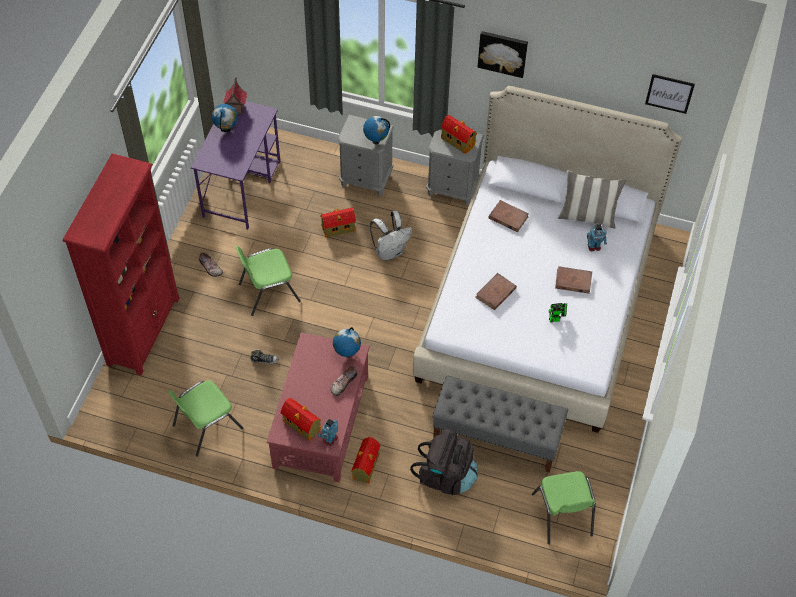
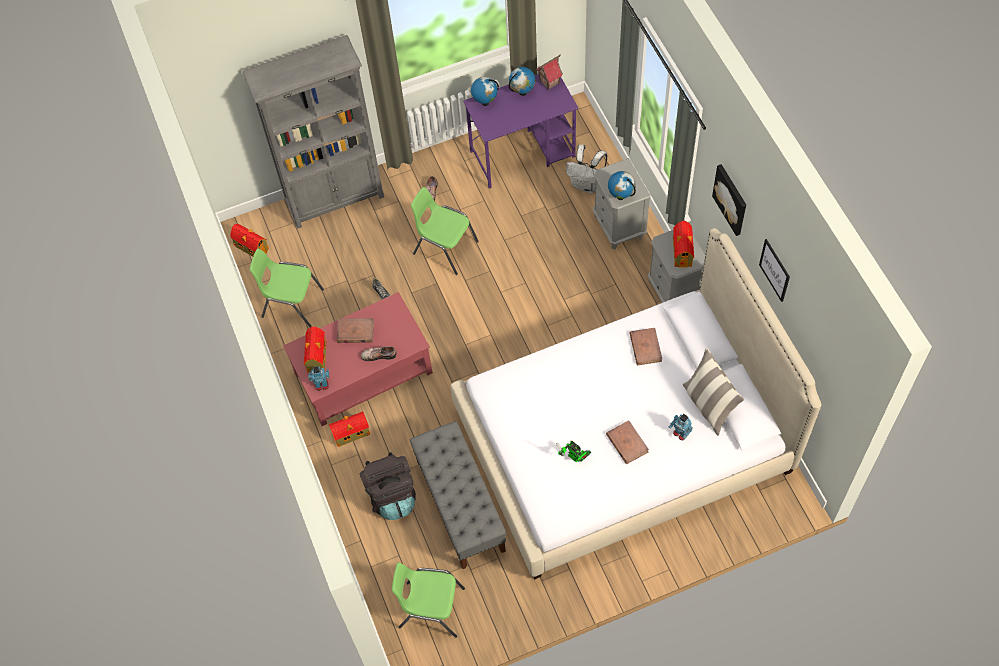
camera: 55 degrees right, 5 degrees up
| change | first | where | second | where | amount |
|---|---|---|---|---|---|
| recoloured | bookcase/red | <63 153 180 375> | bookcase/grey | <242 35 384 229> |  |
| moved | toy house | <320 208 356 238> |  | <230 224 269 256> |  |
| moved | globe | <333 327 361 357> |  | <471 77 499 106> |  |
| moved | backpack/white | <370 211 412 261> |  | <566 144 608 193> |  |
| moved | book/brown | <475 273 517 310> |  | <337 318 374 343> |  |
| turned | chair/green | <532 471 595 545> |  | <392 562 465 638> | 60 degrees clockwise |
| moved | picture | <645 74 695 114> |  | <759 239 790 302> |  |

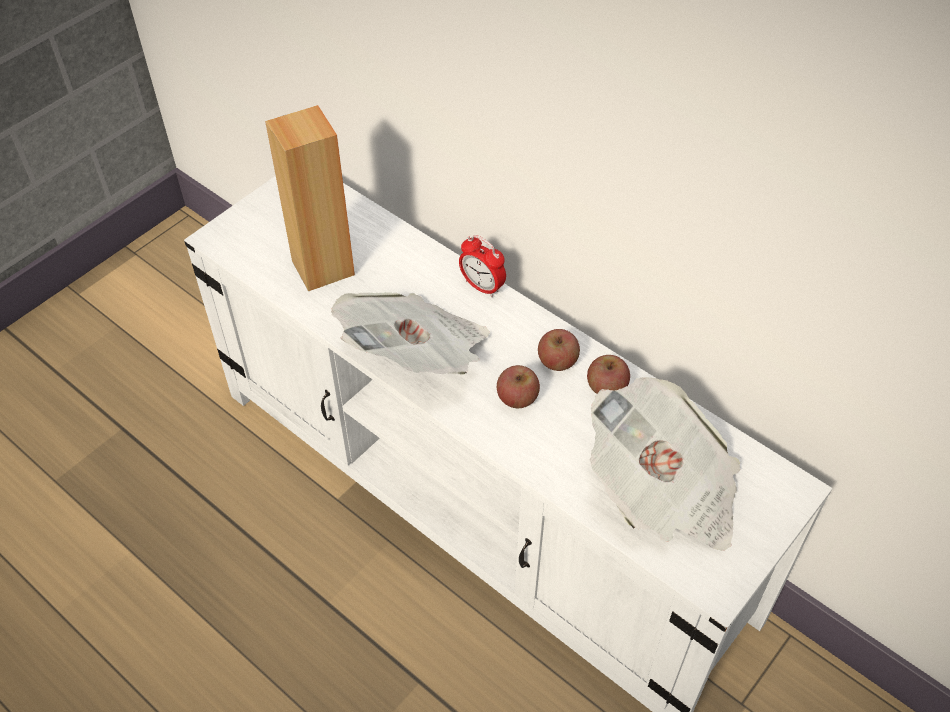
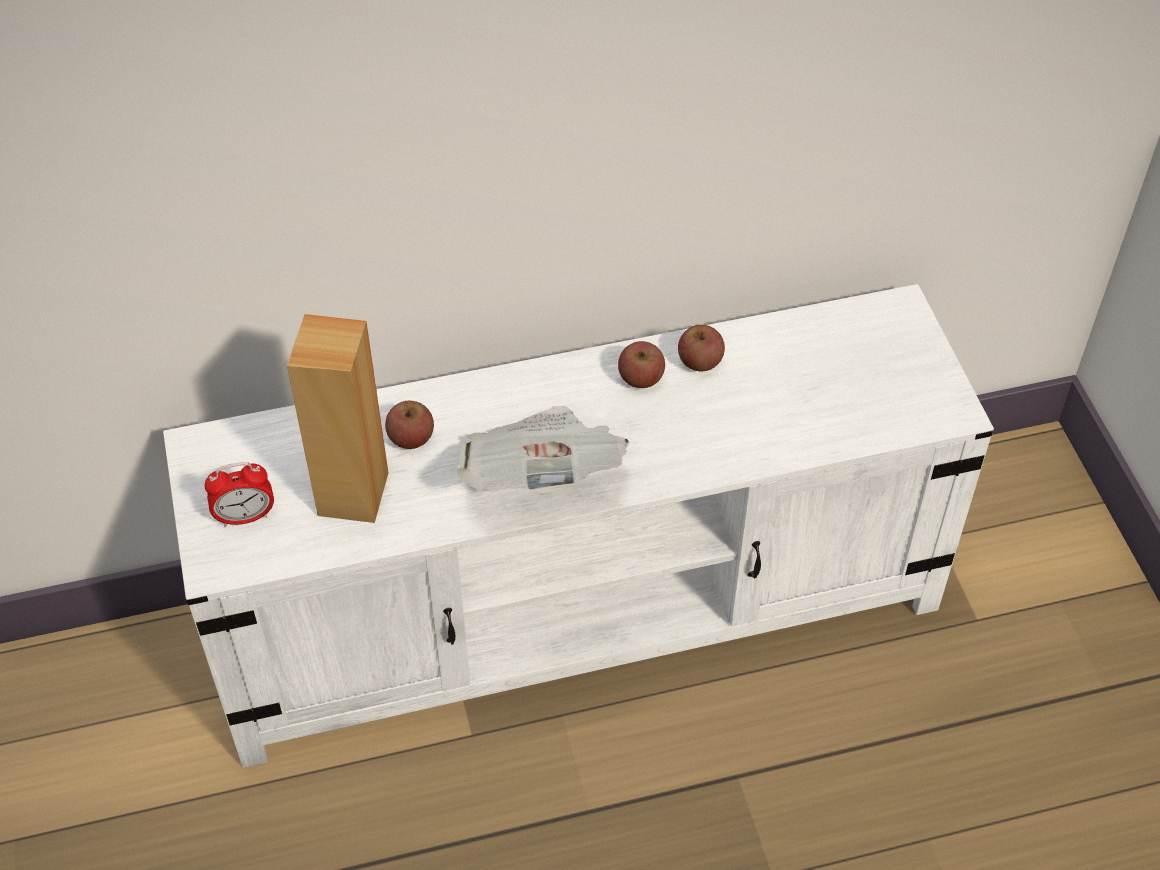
camera: 55 degrees left, 0 degrees up
| change | first | where | second | where | amount |
|---|---|---|---|---|---|
| moved | alarm clock | <459 235 506 297> |  | <204 462 274 527> |  |
| moved | apple | <497 365 540 408> |  | <385 401 434 449> |  |
| removed | newspaper | <590 377 740 551> |  |  |  |

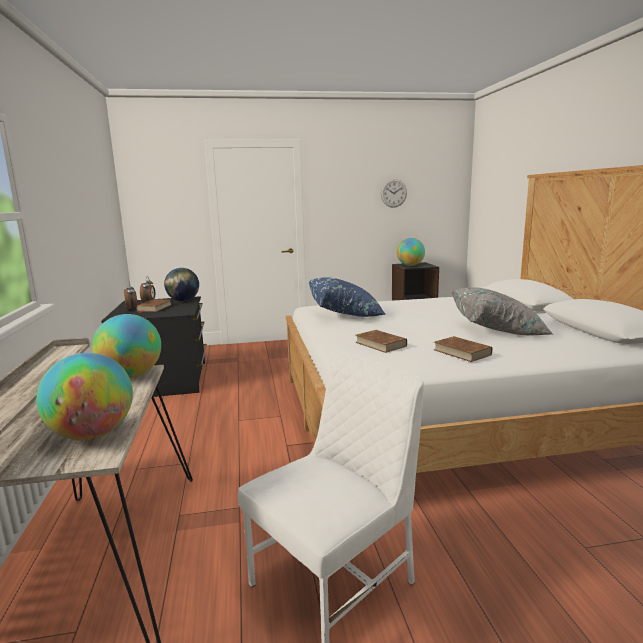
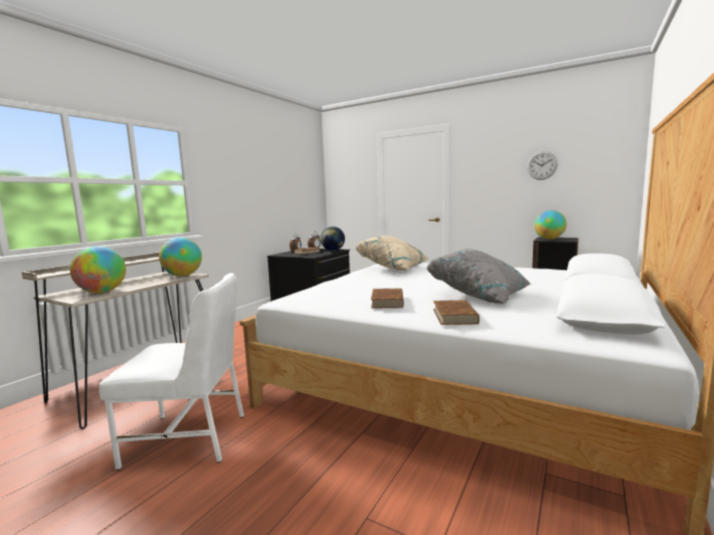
camera: 40 degrees right, 5 degrees down
| change | first | where | second | where | amount |
|---|---|---|---|---|---|
| recoloured | pillow/blue | <309 277 386 317> | pillow/beige | <355 235 428 271> |  |
| moved | book/brown | <355 330 407 353> |  | <433 300 480 325> |  |

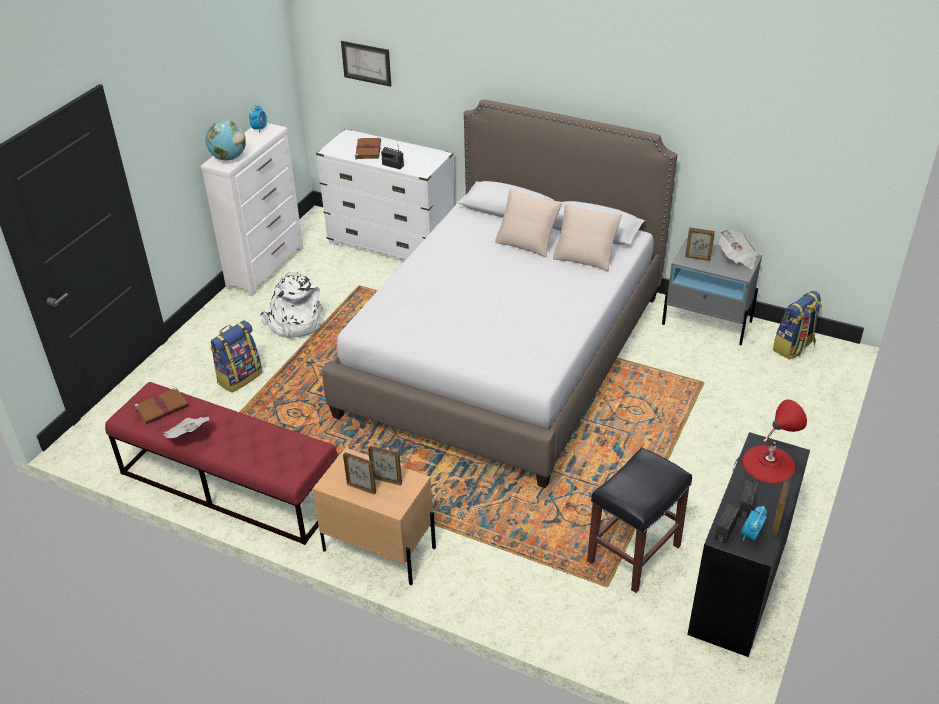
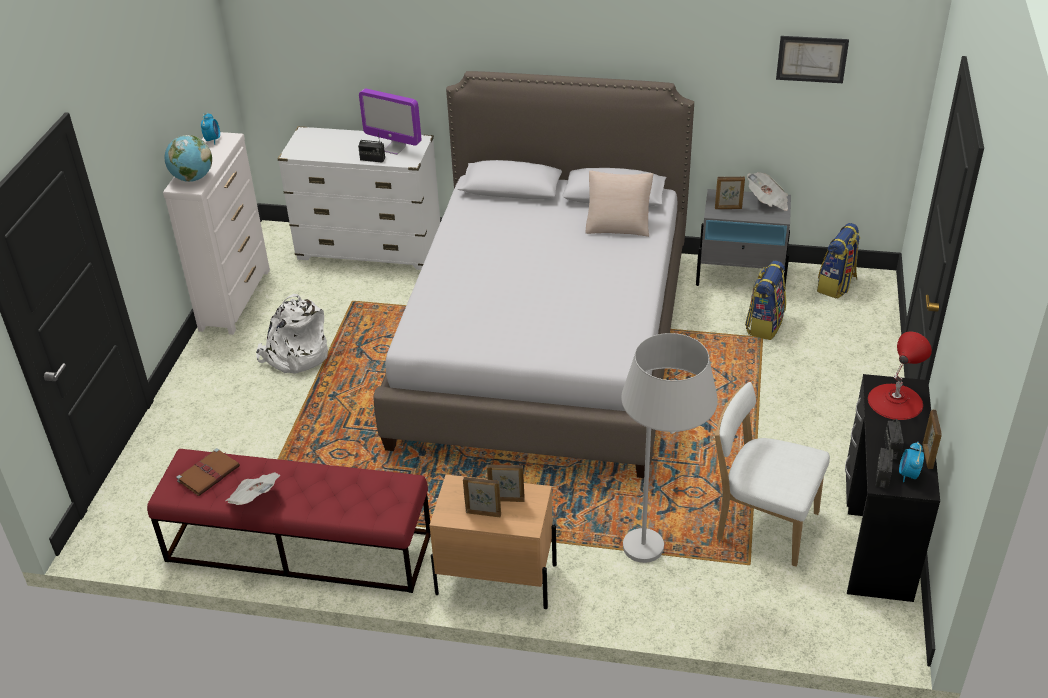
camera: 15 degrees left, 0 degrees up
| change | first | where | second | where | amount |
|---|---|---|---|---|---|
| moved | backpack | <210 320 262 393> |  | <745 261 786 340> |  |
| moved | picture | <341 41 391 87> |  | <776 36 849 83> |  |
| removed | book/brown | <355 138 381 159> |  |  |  |
| removed | pillow/beige | <495 189 562 257> |  |  |  |
| replaced | stool/black | <587 447 692 593> | chair/white | <715 382 830 567> |  |
| added |  |  | monitor | <359 88 421 155> |  |
| added |  |  | floor lamp/white | <621 333 718 563> |  |

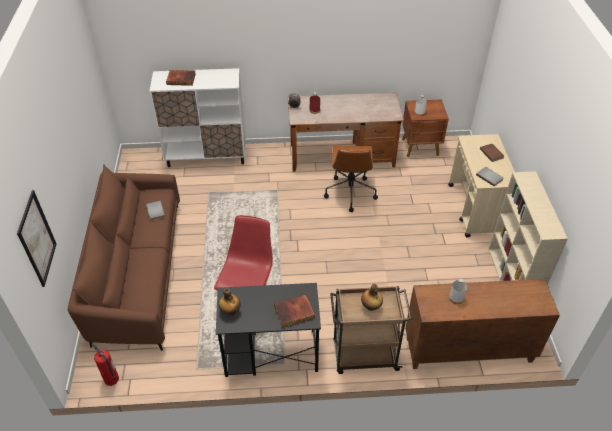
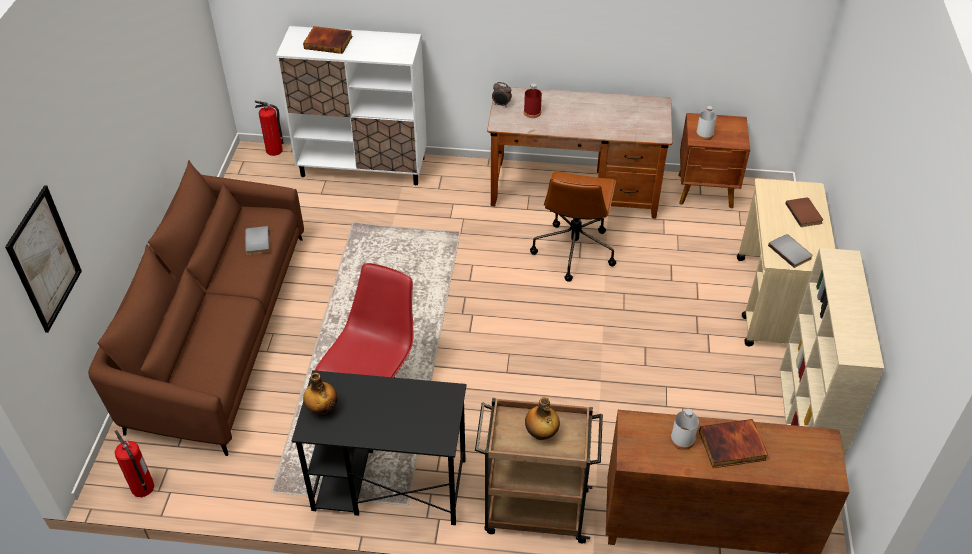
camera: 10 degrees right, 0 degrees up
| change | first | where | second | where | amount |
|---|---|---|---|---|---|
| moved | book | <274 294 315 328> |  | <699 419 768 468> |  |
| added |  |  | fire extinguisher | <255 101 284 156> |  |

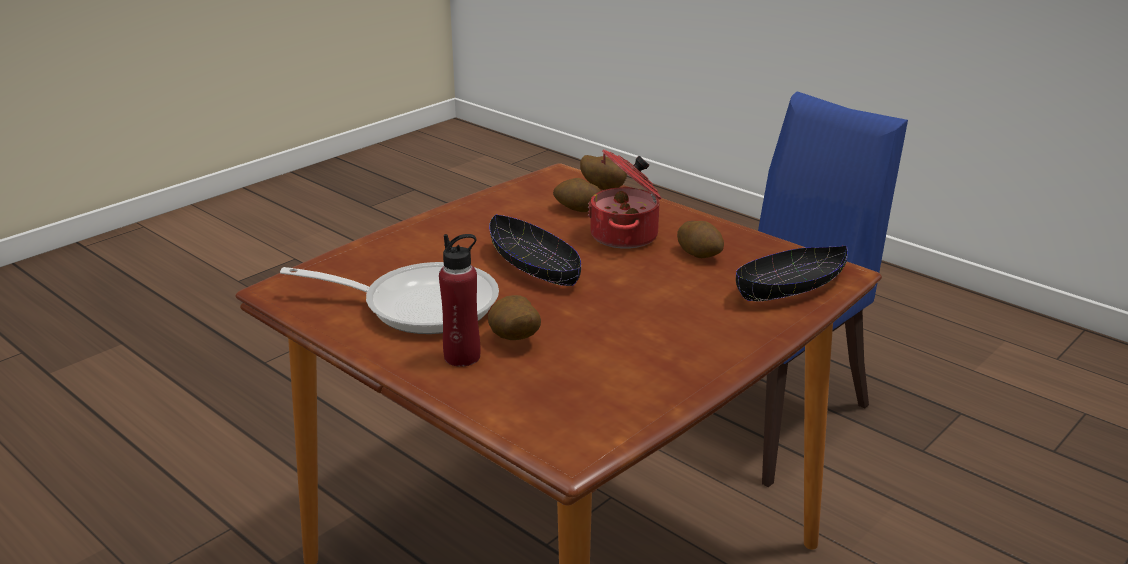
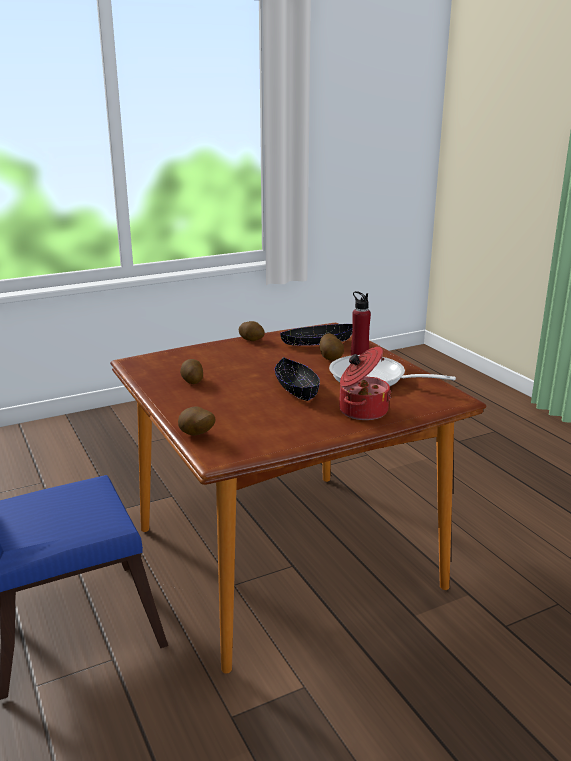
camera: 160 degrees left, 5 degrees down
| change | first | where | second | where | amount |
|---|---|---|---|---|---|
| moved | potato | <553 178 601 212> |  | <239 321 265 341> |  |
| moved | cooking pot | <588 149 662 249> |  | <339 347 391 420> |  |
| moved | bowl/black | <736 245 848 301> |  | <280 324 353 346> |  |

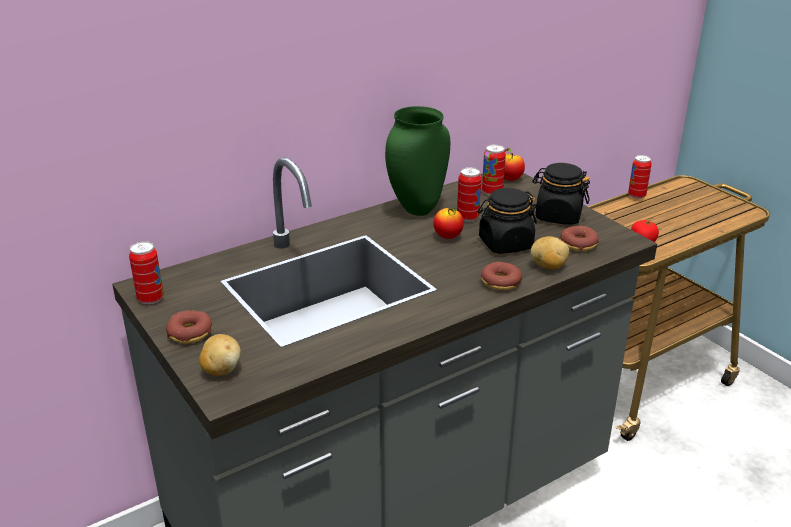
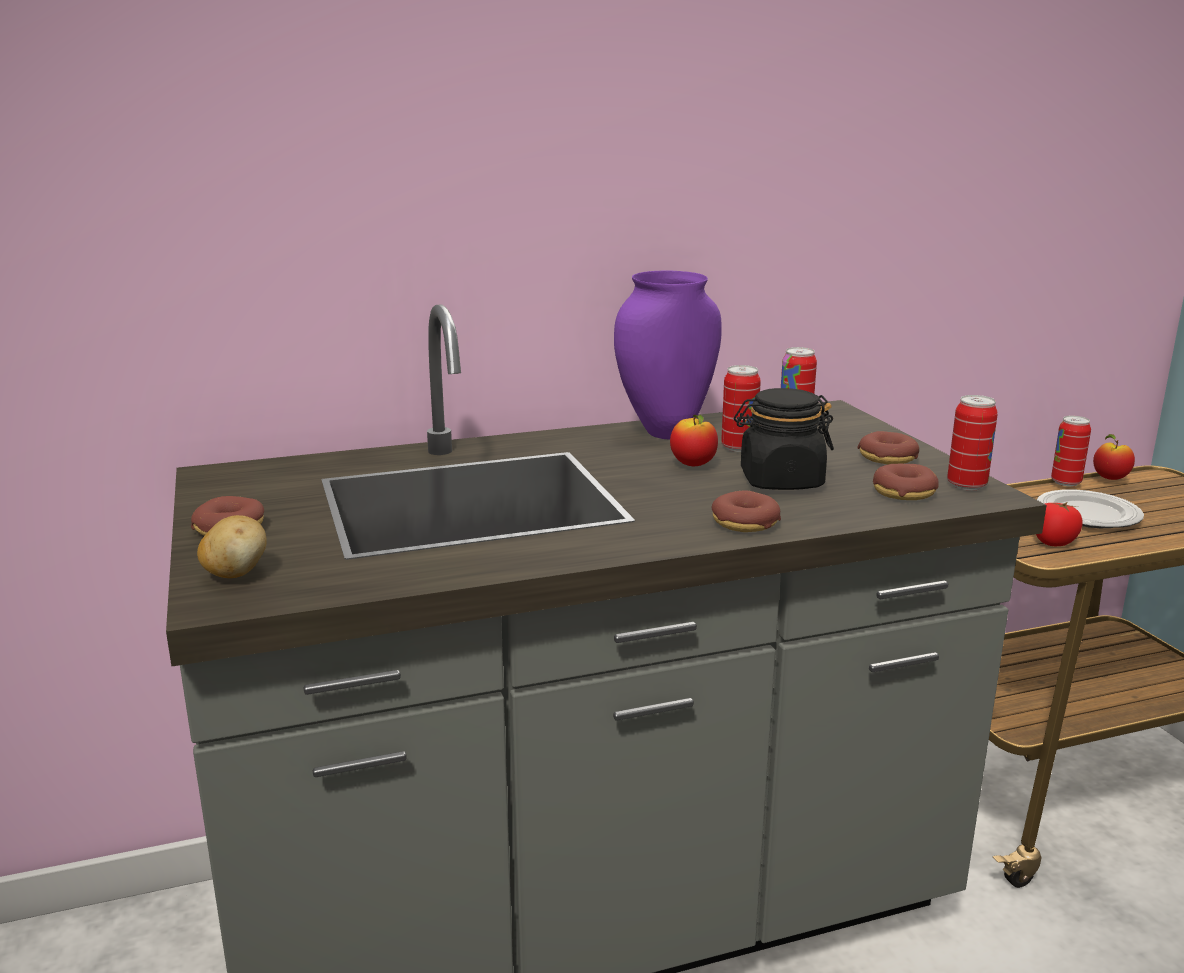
camera: 15 degrees right, 10 degrees down
| change | first | where | second | where | amount |
|---|---|---|---|---|---|
| moved | can | <129 241 164 304> |  | <947 395 998 491> |  |
| recoloured | vase/green | <385 106 450 216> | vase/purple | <614 271 722 440> |  |
| moved | apple | <504 148 525 181> |  | <1093 434 1135 480> |  |
| removed | potato | <531 236 569 269> |  |  |  |
| replaced | jar/black | <533 163 590 225> | donut | <857 431 919 465> |  |
| added |  |  | plate | <1037 489 1144 528> |  |

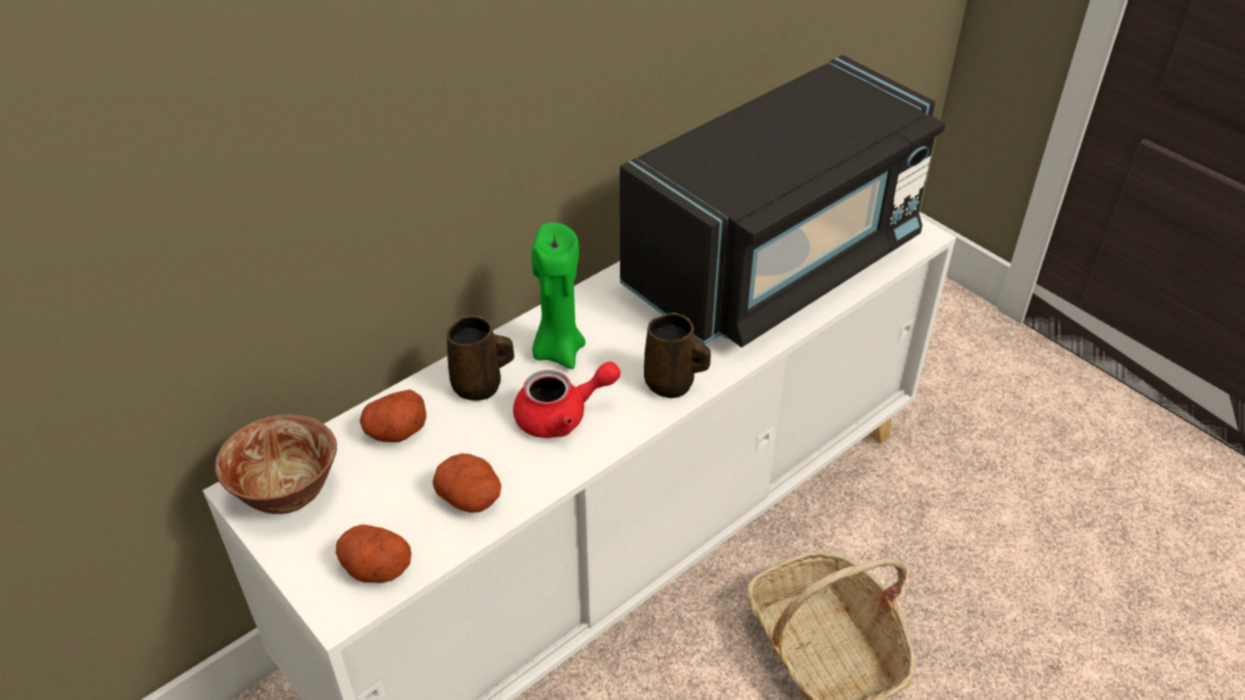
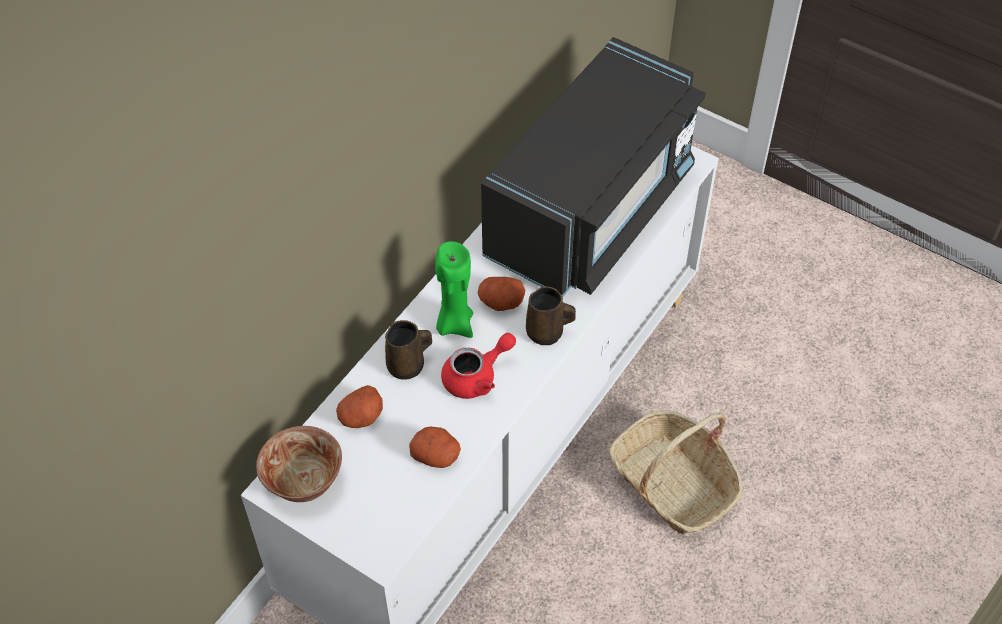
camera: 15 degrees left, 10 degrees up
| change | first | where | second | where | amount |
|---|---|---|---|---|---|
| moved | potato | <336 524 411 583> |  | <477 277 525 311> |  |

